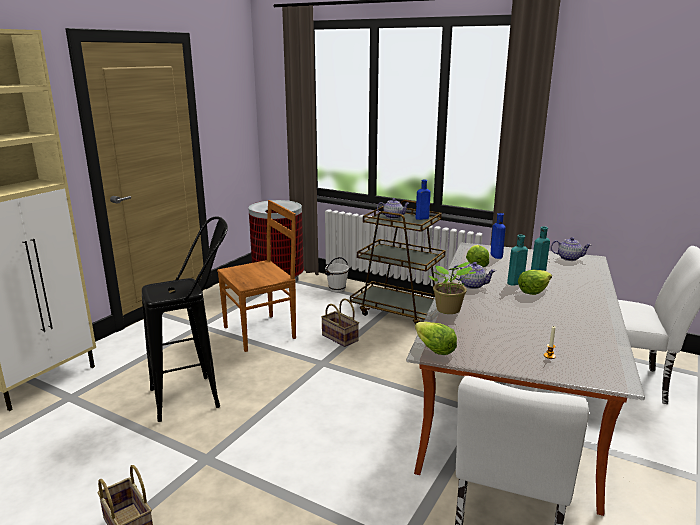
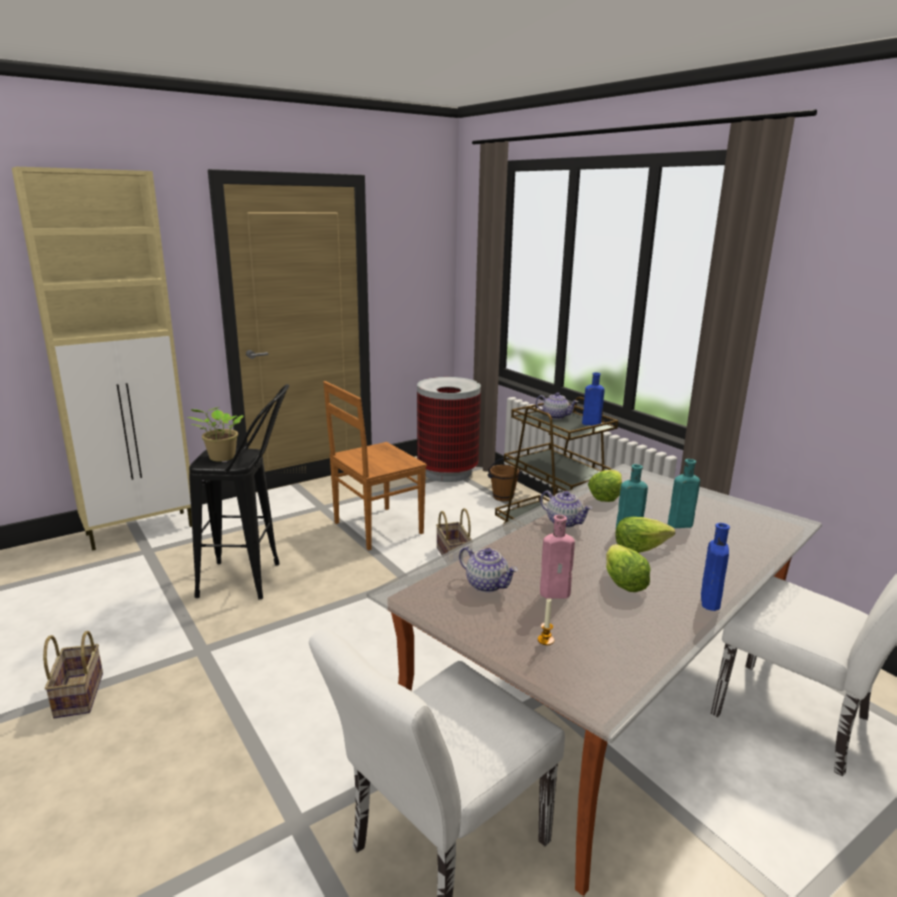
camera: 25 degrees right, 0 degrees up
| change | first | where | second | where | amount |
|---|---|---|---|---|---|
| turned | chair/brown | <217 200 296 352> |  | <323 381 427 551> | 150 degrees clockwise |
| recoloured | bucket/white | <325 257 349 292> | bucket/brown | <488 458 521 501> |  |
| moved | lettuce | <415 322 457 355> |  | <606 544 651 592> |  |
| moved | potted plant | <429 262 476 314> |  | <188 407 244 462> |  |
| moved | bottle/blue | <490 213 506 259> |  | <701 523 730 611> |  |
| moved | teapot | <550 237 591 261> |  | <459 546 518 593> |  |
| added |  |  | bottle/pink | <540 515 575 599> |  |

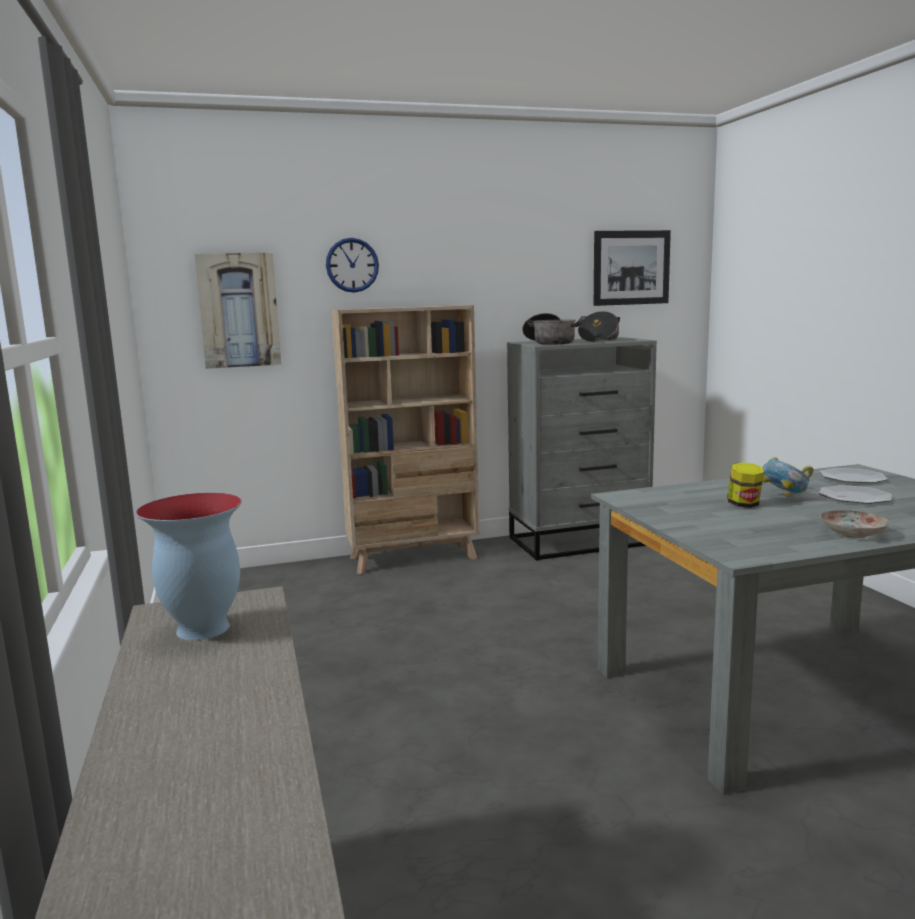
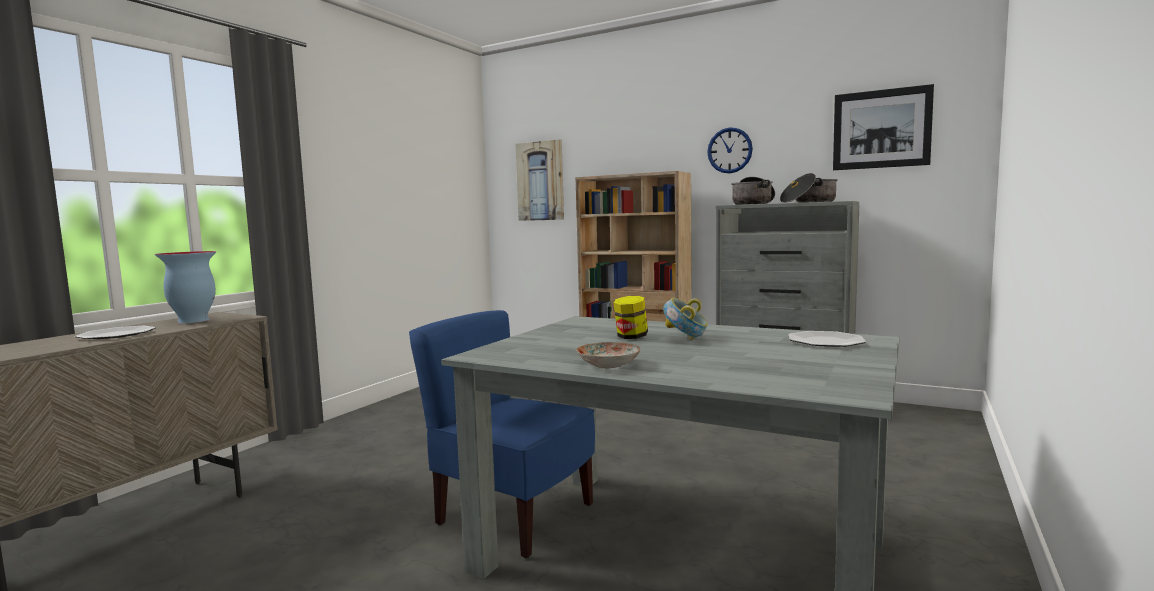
camera: 45 degrees right, 5 degrees down
| change | first | where | second | where | amount |
|---|---|---|---|---|---|
| moved | wall clock | <326 238 379 293> |  | <707 127 753 173> |  |
| moved | plate | <819 485 892 504> |  | <75 326 156 339> |  |
| added |  |  | chair/blue | <409 310 595 558> |  |

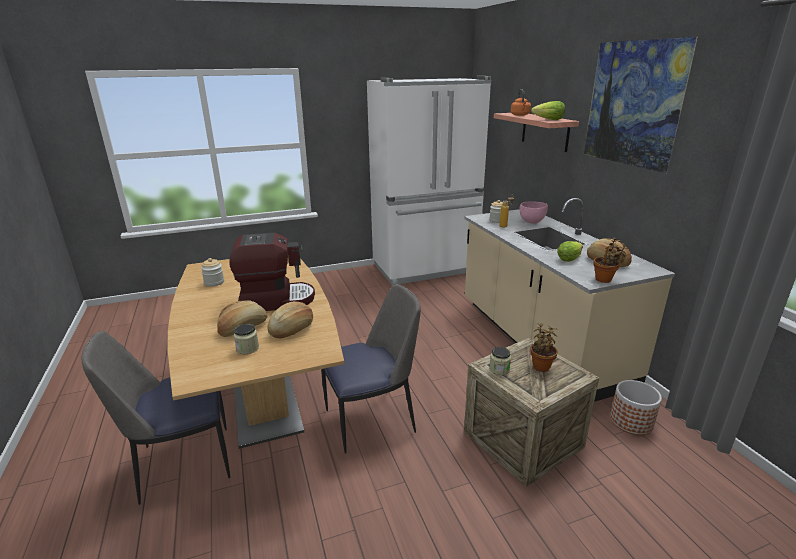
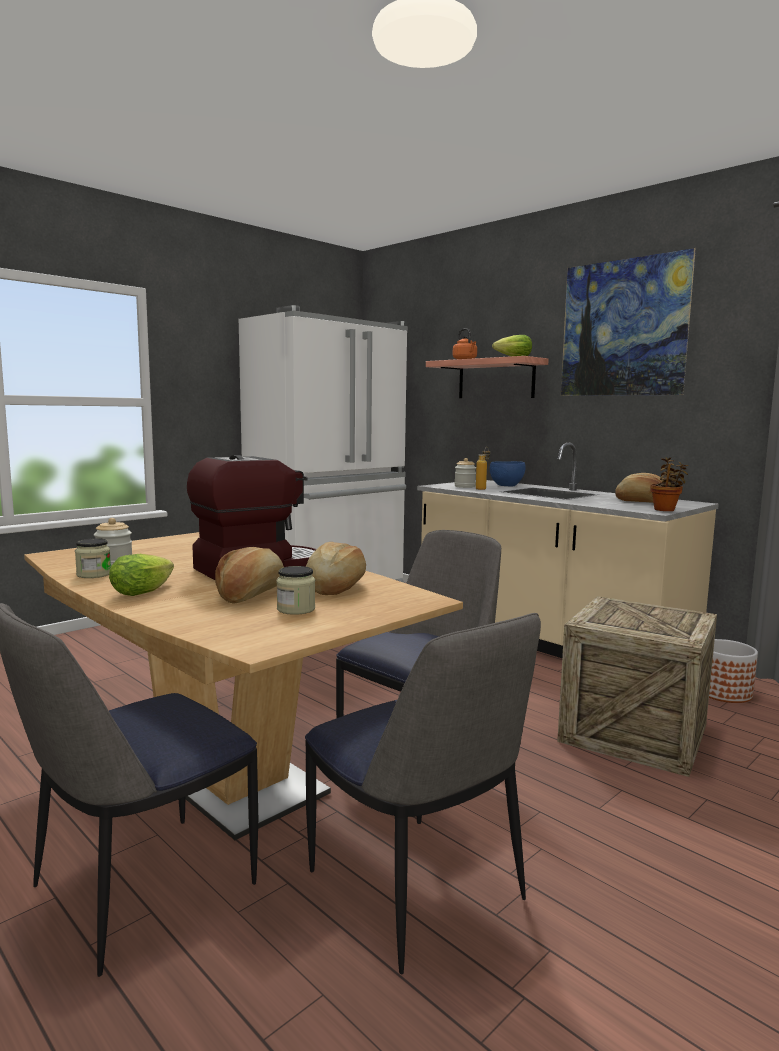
camera: 25 degrees left, 15 degrees down
| change | first | where | second | where | amount |
|---|---|---|---|---|---|
| moved | jar | <489 347 511 375> |  | <75 538 111 578> |  |
| recoloured | bowl/pink | <519 201 548 224> | bowl/blue | <490 461 526 486> |  |
| removed | potted plant | <530 323 558 372> |  |  |  |
| moved | lettuce | <557 241 583 262> |  | <109 554 174 596> |  |
| added |  |  | chair | <305 613 541 974> |  |

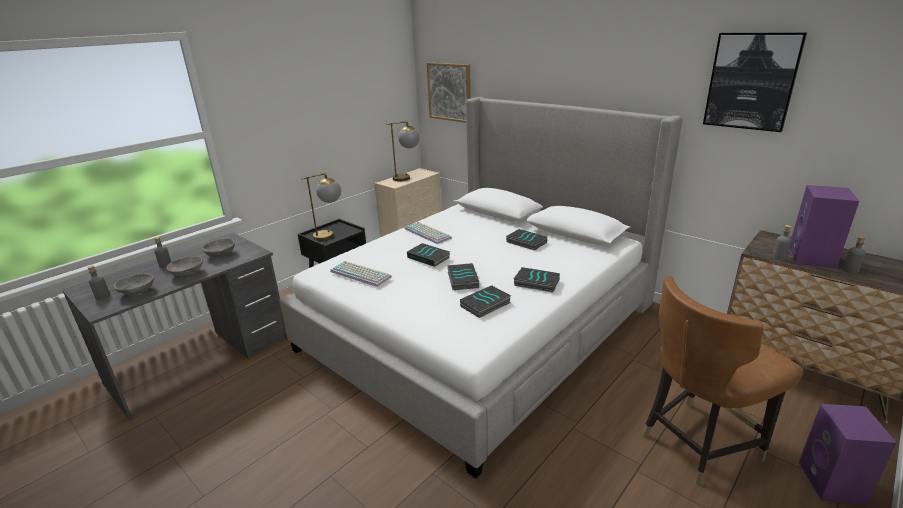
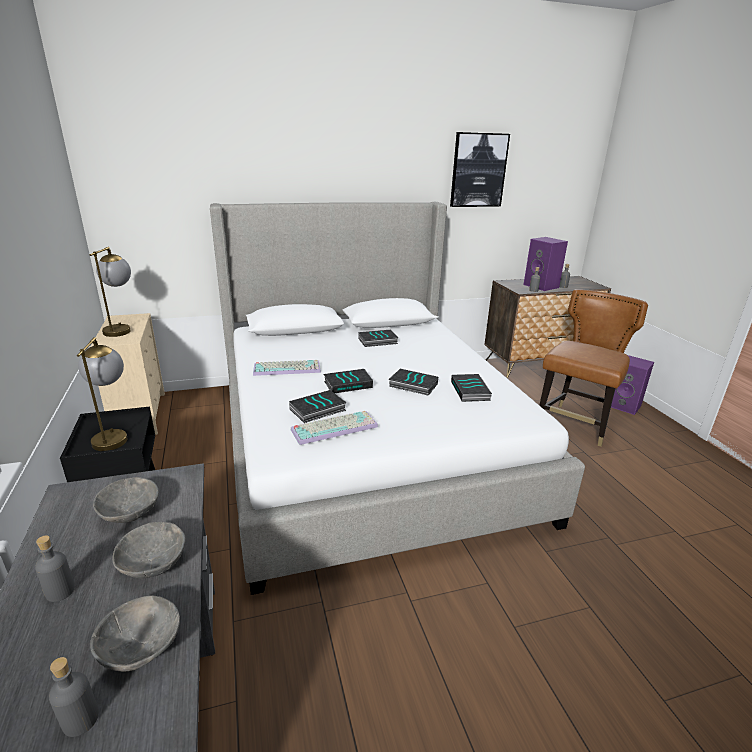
camera: 60 degrees left, 0 degrees up
| change | first | where | second | where | amount |
|---|---|---|---|---|---|
| removed | picture | <427 63 471 123> |  |  |  |
| moved | book | <513 267 560 292> |  | <289 390 347 423> |  |
| turned | chair/brown | <642 276 803 485> |  | <539 289 648 447> | 150 degrees counterclockwise |

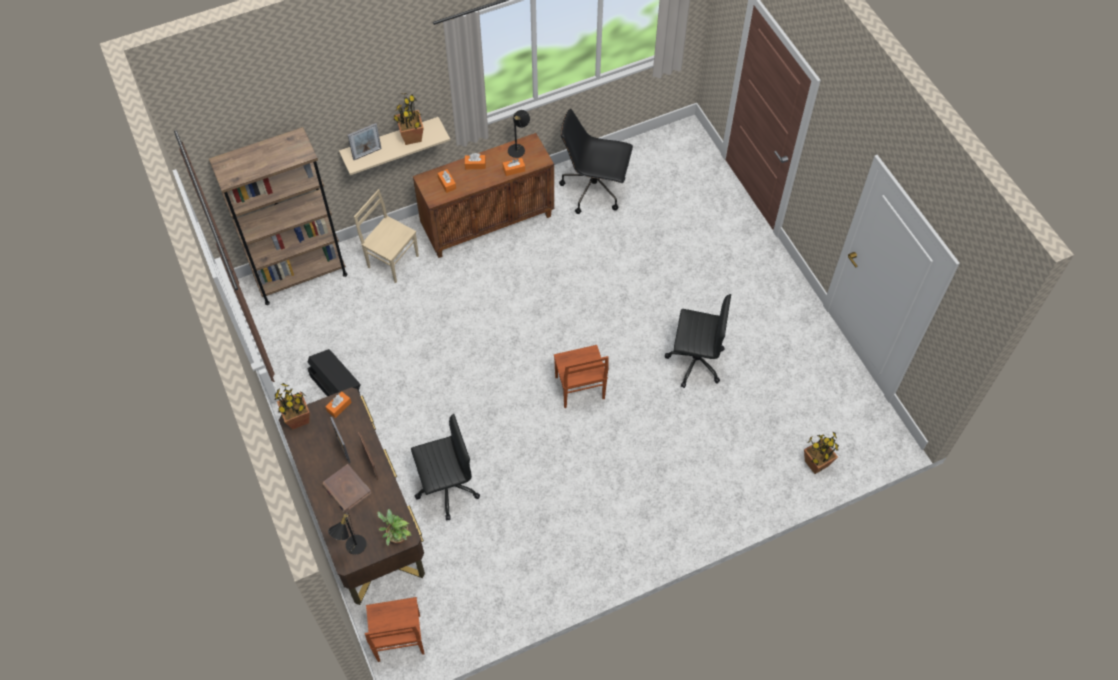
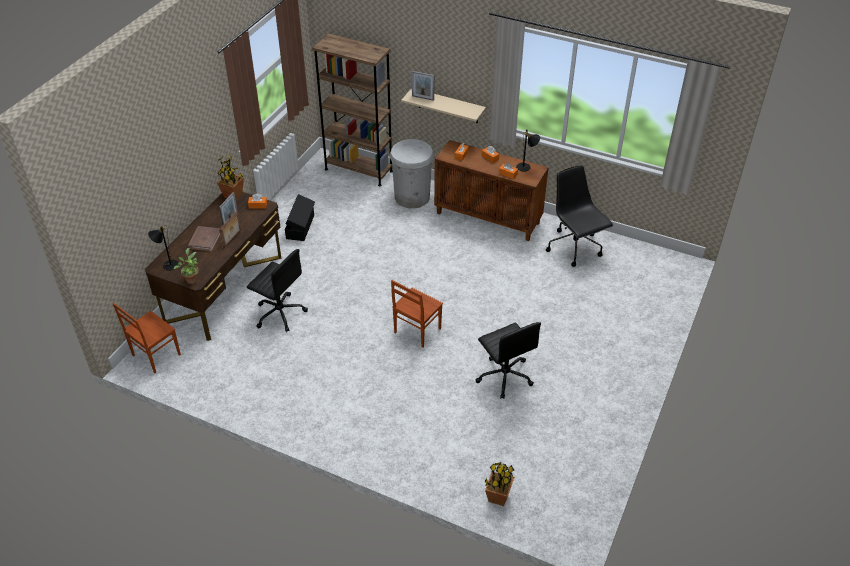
camera: 50 degrees right, 15 degrees down
| change | first | where | second | where | amount |
|---|---|---|---|---|---|
| replaced | chair/beige | <354 189 419 283> | trash can/white | <390 139 434 209> |  |
| removed | potted plant | <394 93 424 145> |  |  |  |

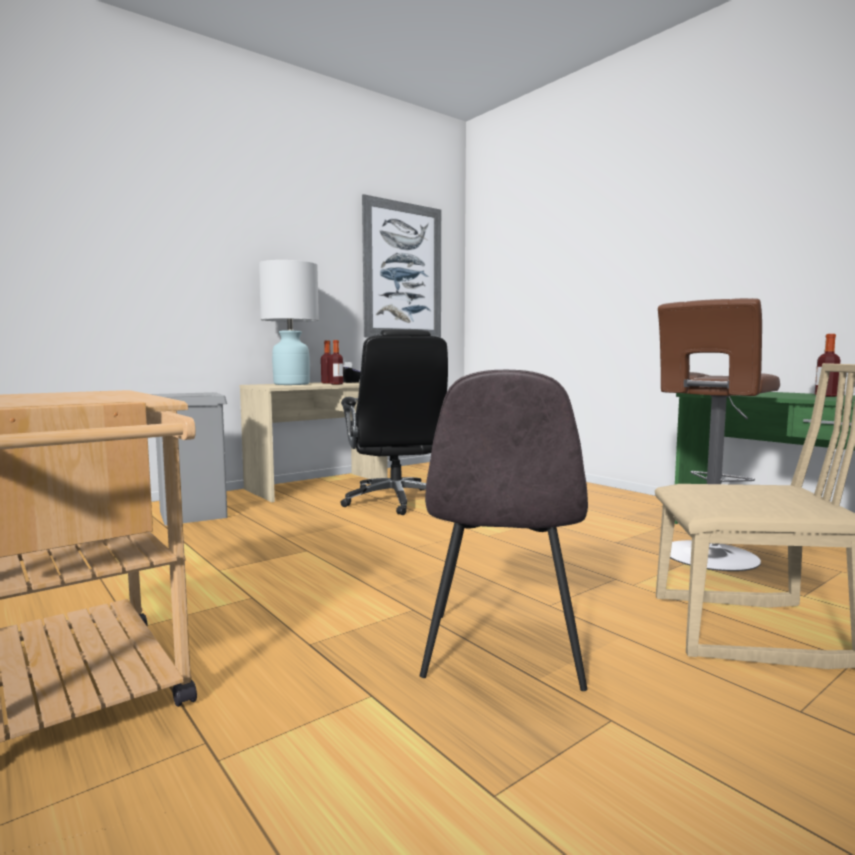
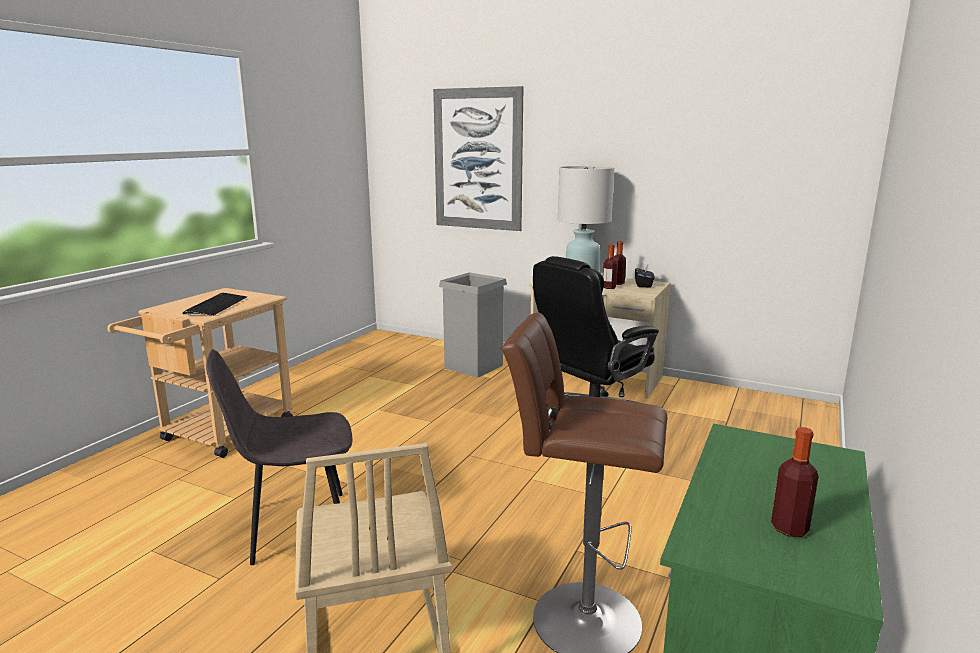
camera: 65 degrees right, 10 degrees up
| change | first | where | second | where | amount |
|---|---|---|---|---|---|
| moved | picture | <362 194 441 337> |  | <433 86 524 231> |  |
| added |  |  | keyboard | <182 293 247 316> |  |

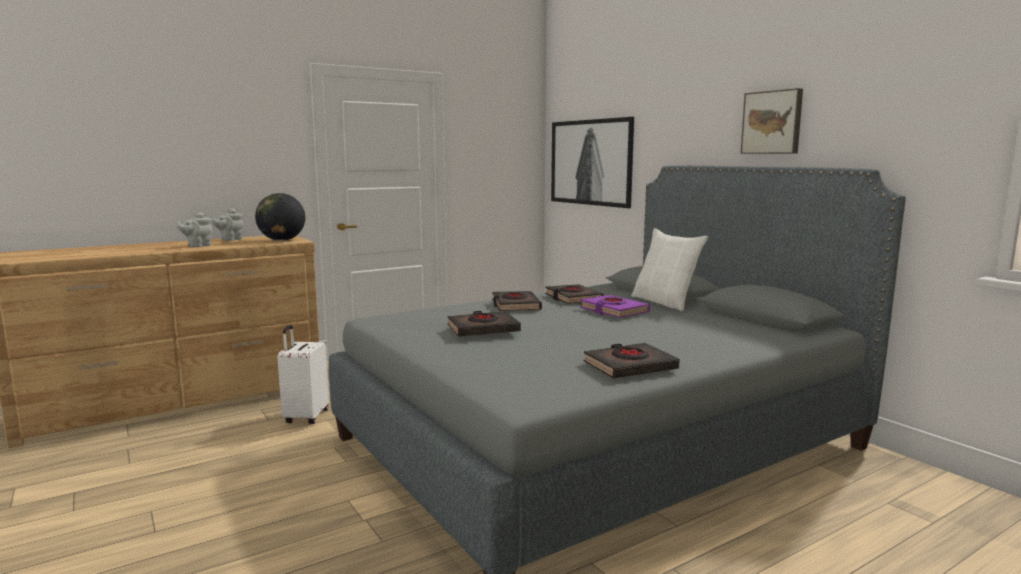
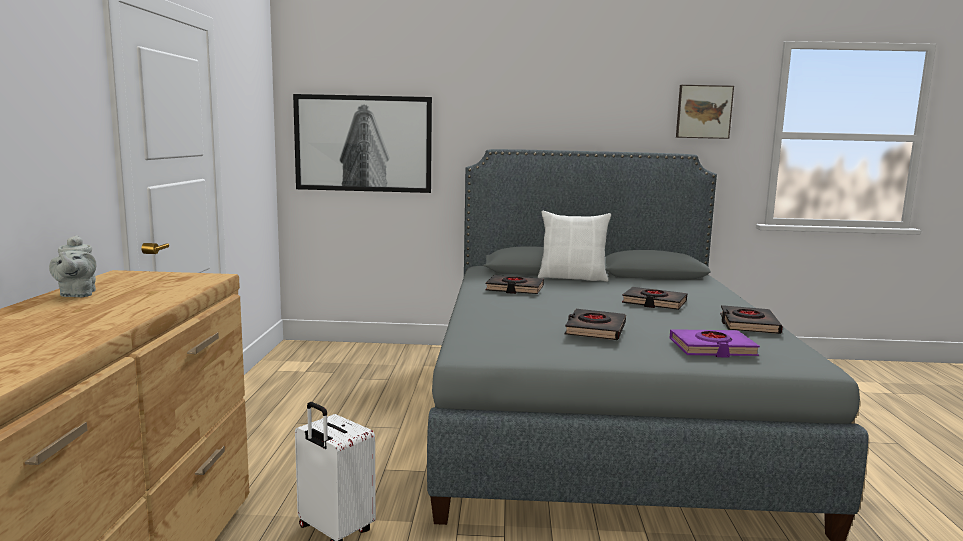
camera: 55 degrees left, 0 degrees up
| change | first | where | second | where | amount |
|---|---|---|---|---|---|
| removed | teapot/grey | <176 212 212 247> |  |  |  |
| removed | globe | <255 193 305 241> |  |  |  |
| moved | book/black | <492 291 542 311> |  | <622 287 687 310> |  |
| moved | book/purple | <580 295 650 318> |  | <670 329 760 358> |  |
| moved | picture | <740 88 803 154> |  | <676 85 734 139> |  |

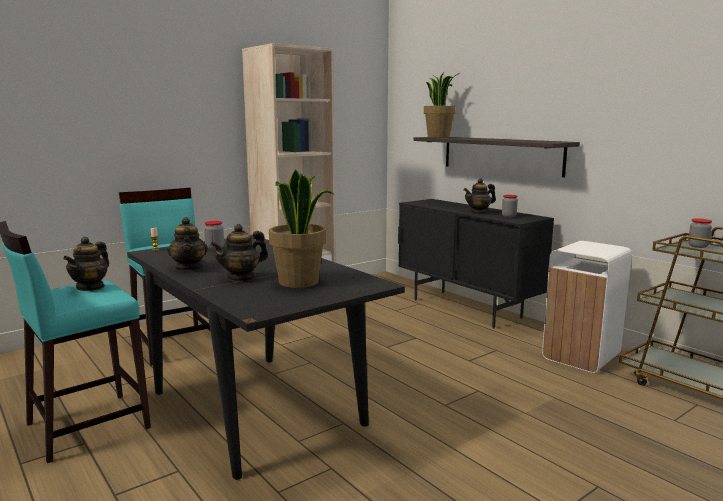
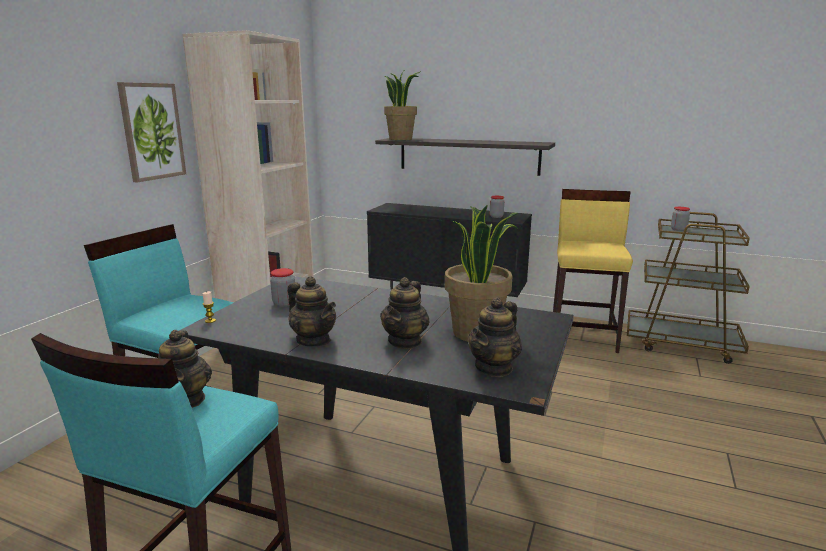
camera: 30 degrees left, 5 degrees up
| change | first | where | second | where | amount |
|---|---|---|---|---|---|
| moved | teapot | <464 178 496 214> |  | <468 297 522 377> |  |
| replaced | trash can/white | <542 241 632 373> | stool/yellow | <553 189 633 353> |  |
| added |  |  | picture | <117 82 186 183> |  |

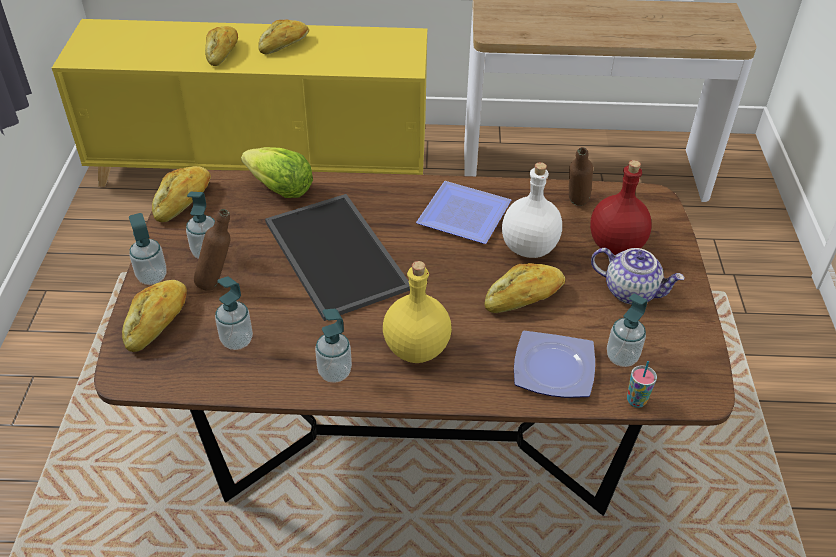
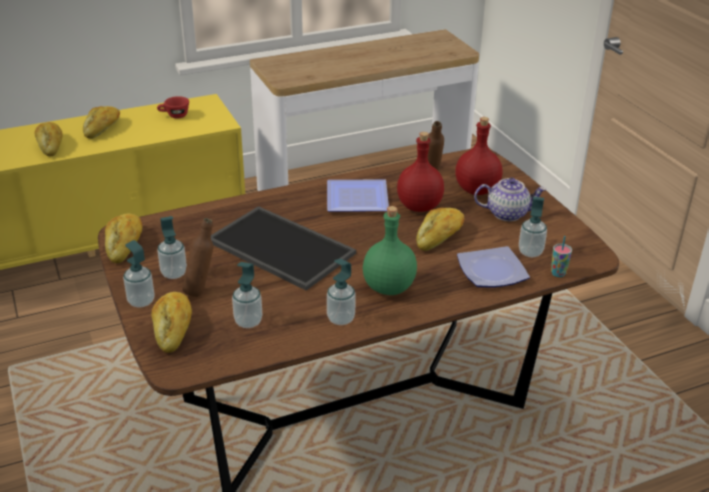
camera: 25 degrees left, 10 degrees down
| change | first | where | second | where | amount |
|---|---|---|---|---|---|
| removed | lettuce | <241 147 313 198> |  |  |  |
| recoloured | bottle/yellow | <383 261 452 363> | bottle/green | <363 206 417 295> |  |
| recoloured | bottle/white | <502 162 562 258> | bottle/red | <397 132 444 212> |  |
| added |  |  | cup/red | <157 96 189 118> |  |

